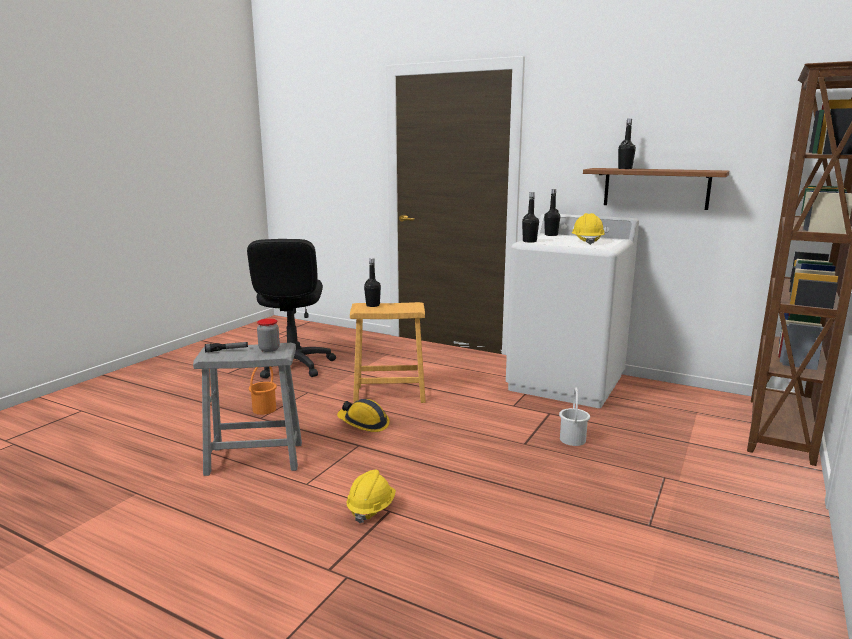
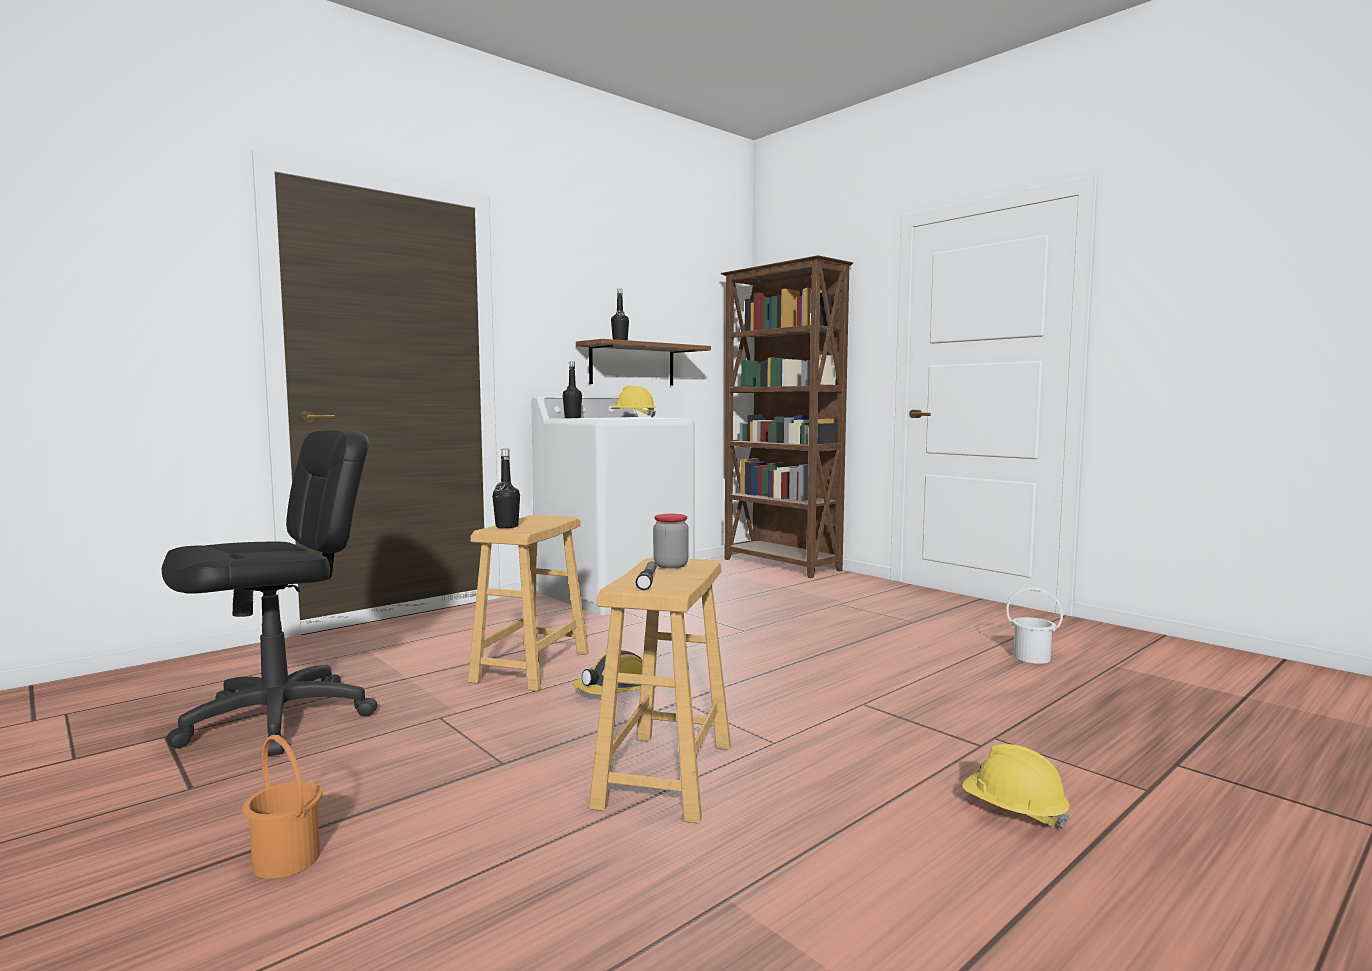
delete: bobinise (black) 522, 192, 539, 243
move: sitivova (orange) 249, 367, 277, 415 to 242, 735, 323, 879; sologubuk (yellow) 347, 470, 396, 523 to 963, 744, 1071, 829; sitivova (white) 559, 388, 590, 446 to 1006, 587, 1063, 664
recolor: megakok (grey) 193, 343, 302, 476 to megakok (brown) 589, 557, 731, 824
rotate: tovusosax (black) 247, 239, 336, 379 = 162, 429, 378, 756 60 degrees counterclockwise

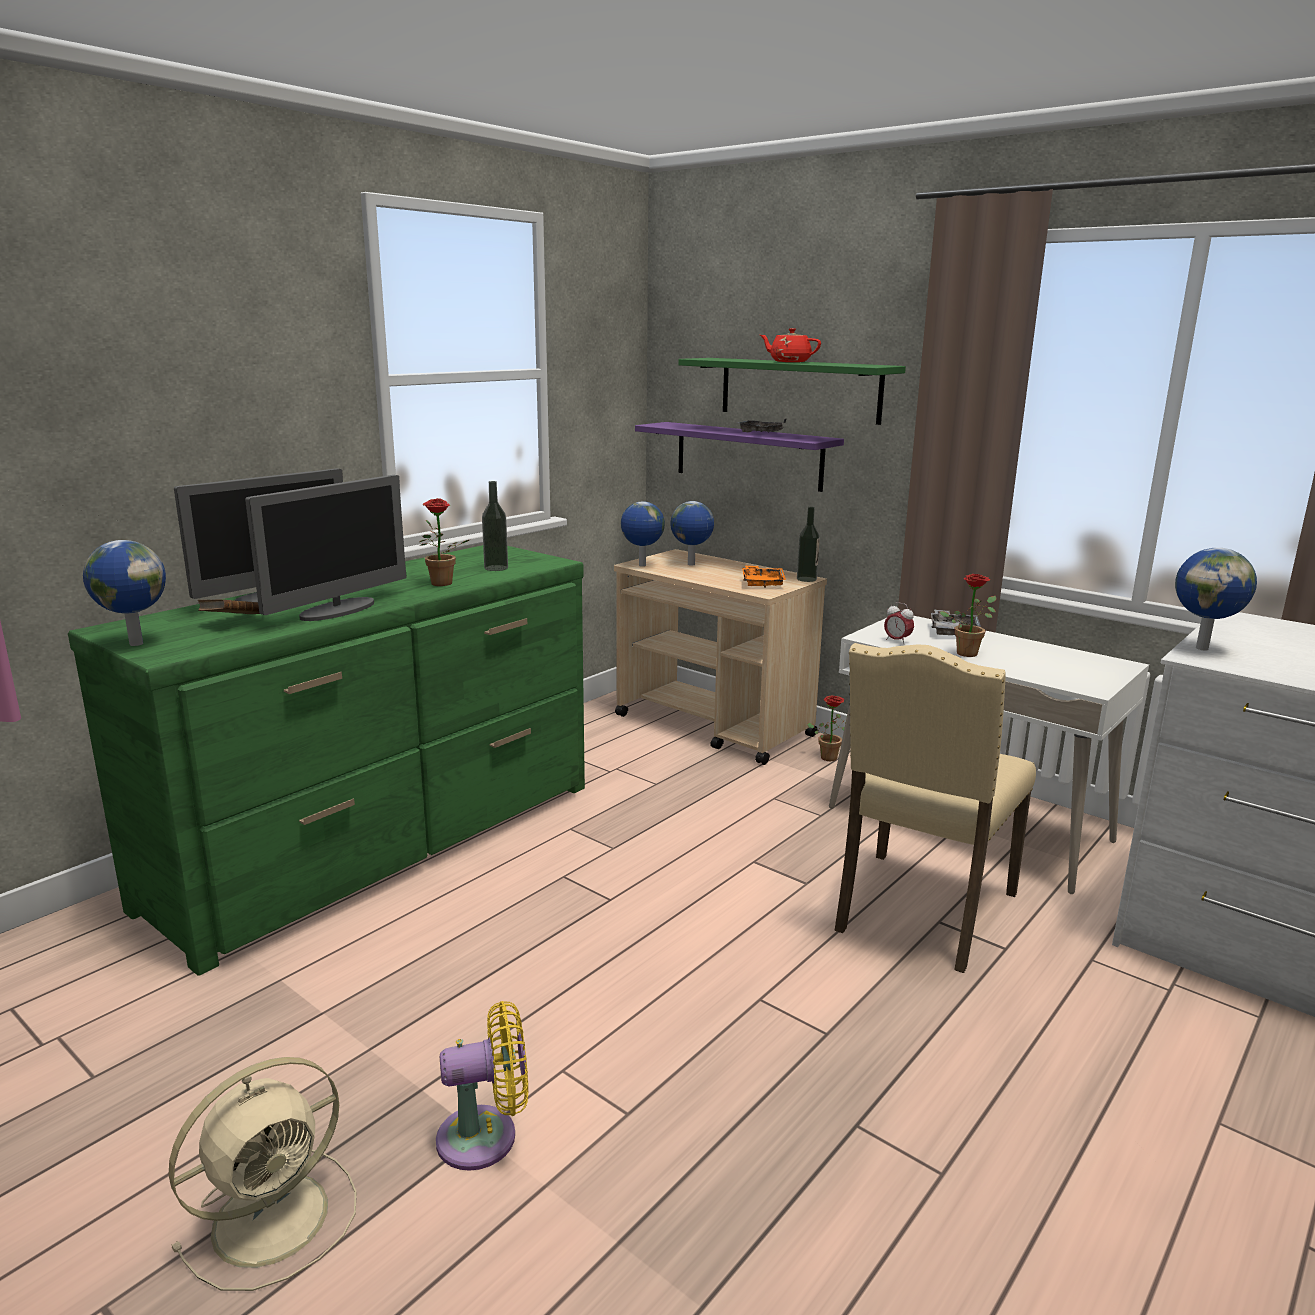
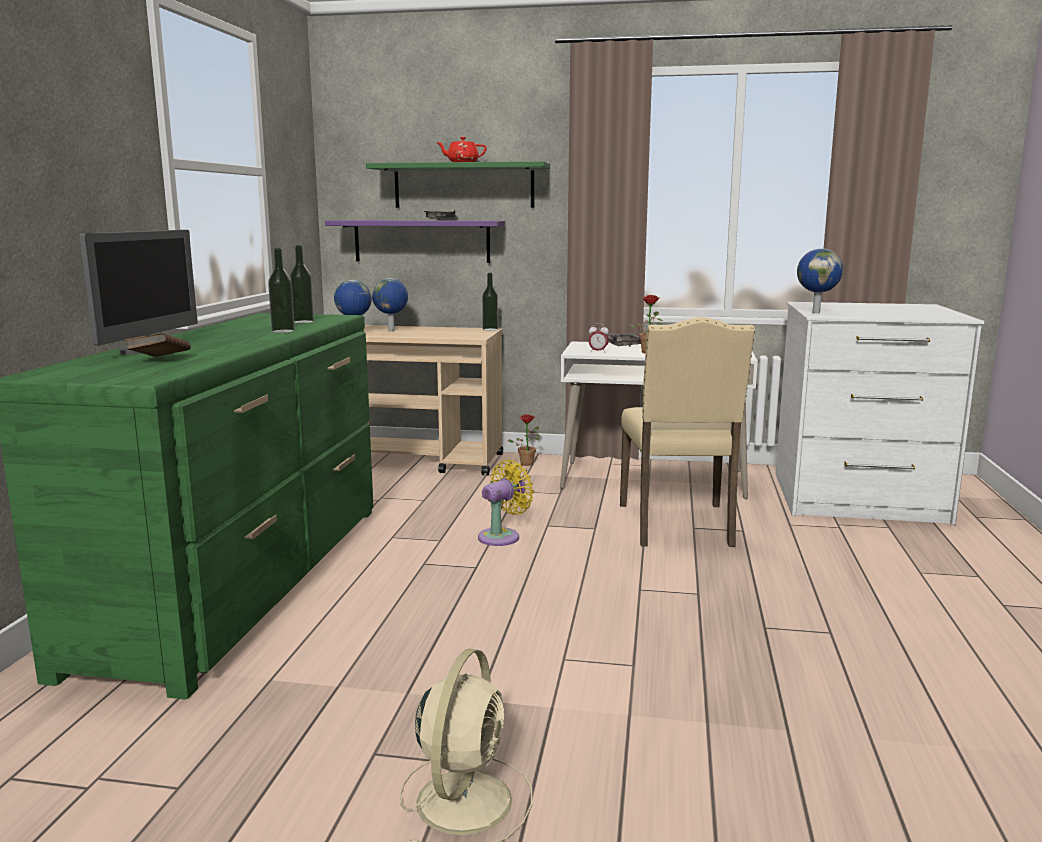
delete: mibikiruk 83, 540, 166, 646; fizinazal 245, 475, 406, 621; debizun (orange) 742, 565, 786, 588
move: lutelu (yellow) 436, 1001, 528, 1171 to 478, 459, 534, 546
replace: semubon 419, 498, 469, 586 to bobinise 268, 248, 295, 333

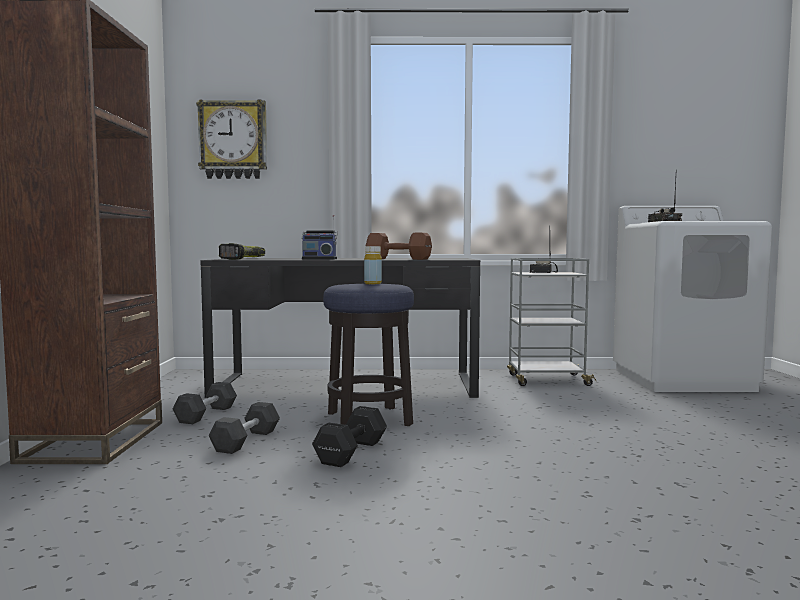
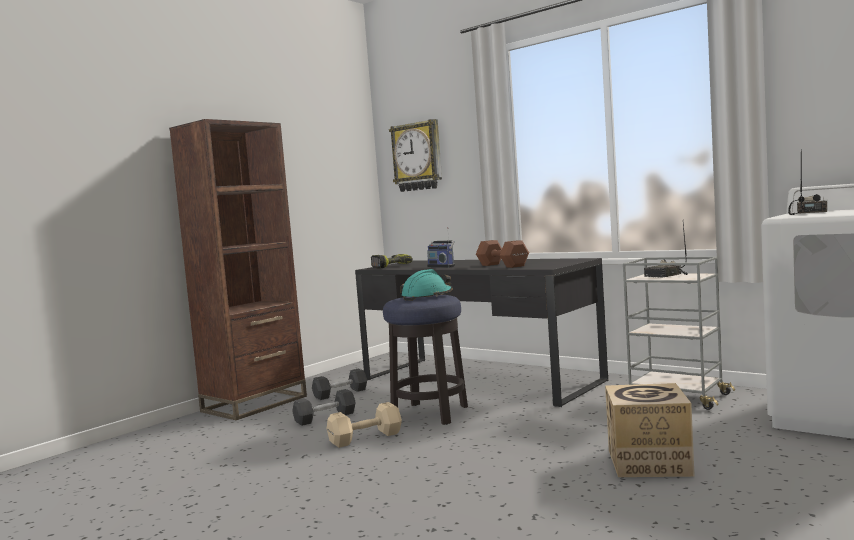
insert: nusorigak 605, 383, 695, 477
replace: bobinise (yellow) 364, 246, 382, 284 to sologubuk (turquoise) 400, 269, 453, 301
recolor: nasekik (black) 312, 406, 387, 467 to nasekik (beige) 327, 402, 402, 448

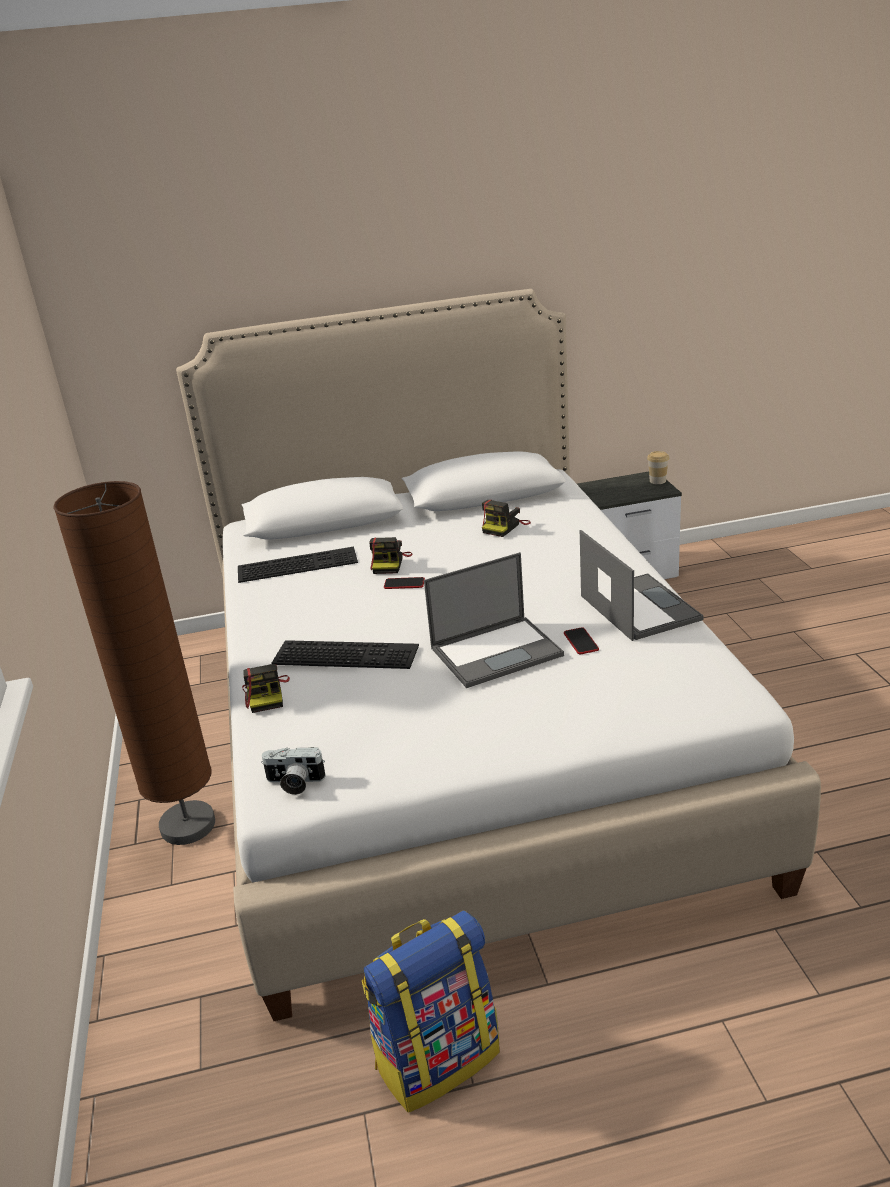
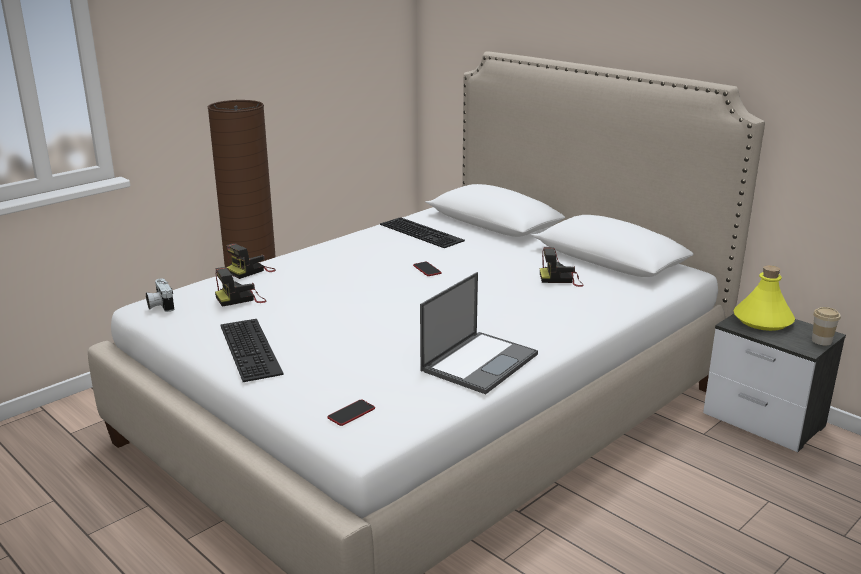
delete: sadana 362, 910, 500, 1113; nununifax 424, 552, 564, 688
insert: bobinise (yellow) 733, 265, 795, 331
move: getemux 271, 640, 419, 669 to 220, 319, 284, 382; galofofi 369, 537, 413, 574 to 215, 267, 266, 306; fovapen 564, 627, 599, 654 to 327, 400, 375, 426

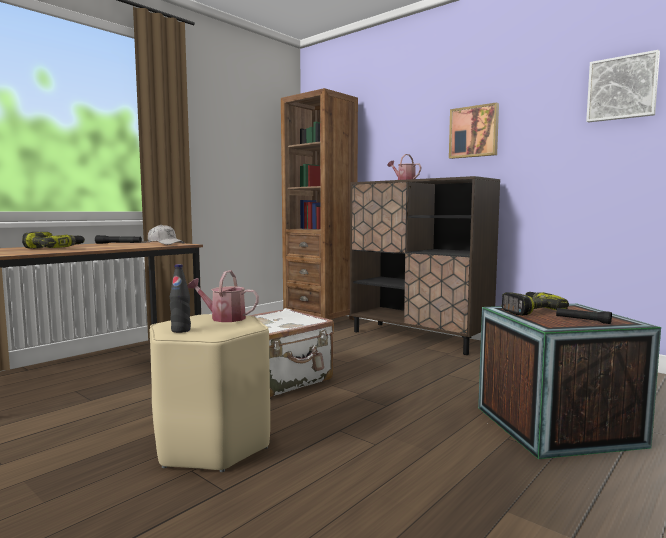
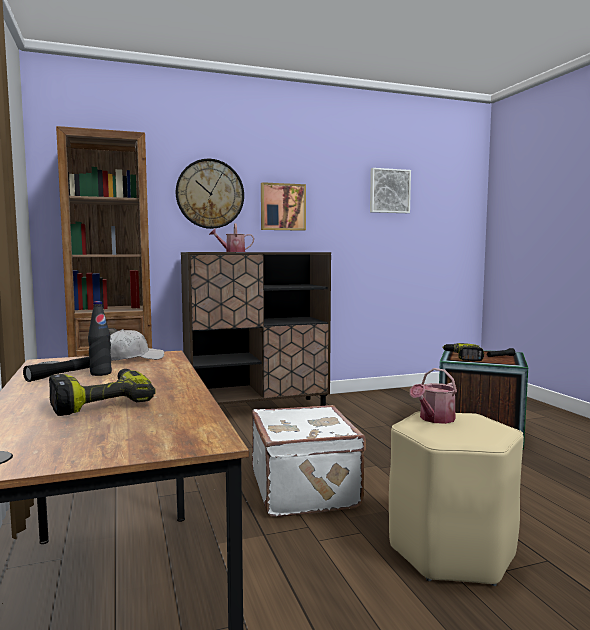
insert: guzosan 176, 159, 244, 229
move: bobinise (black) 170, 264, 191, 333 to 88, 301, 112, 376

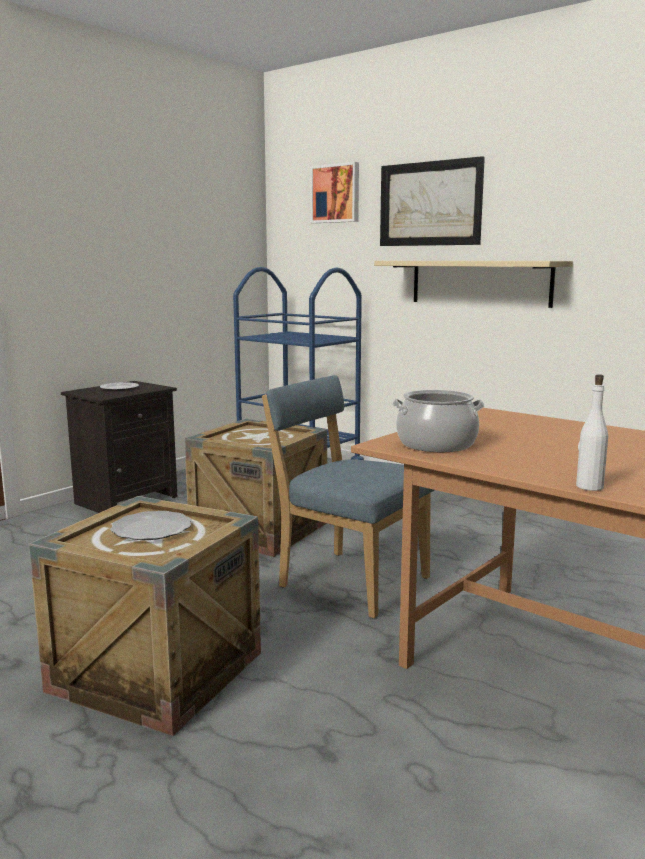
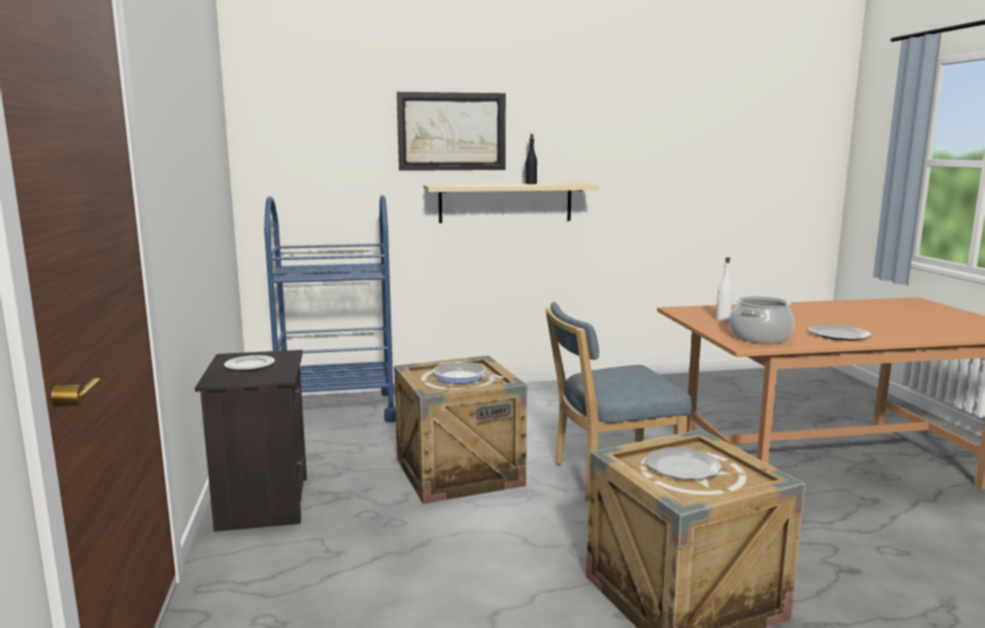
delete: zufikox 311, 162, 359, 223
insert: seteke 433, 362, 504, 384; bobinise (black) 526, 134, 537, 184; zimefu 808, 324, 872, 341
move: bobinise (white) 576, 374, 608, 491 to 716, 257, 733, 321

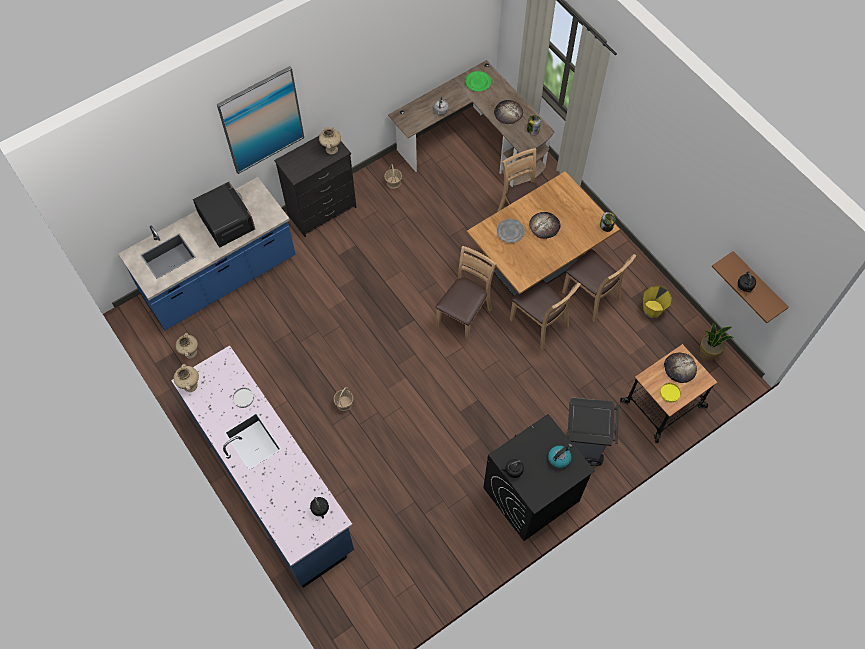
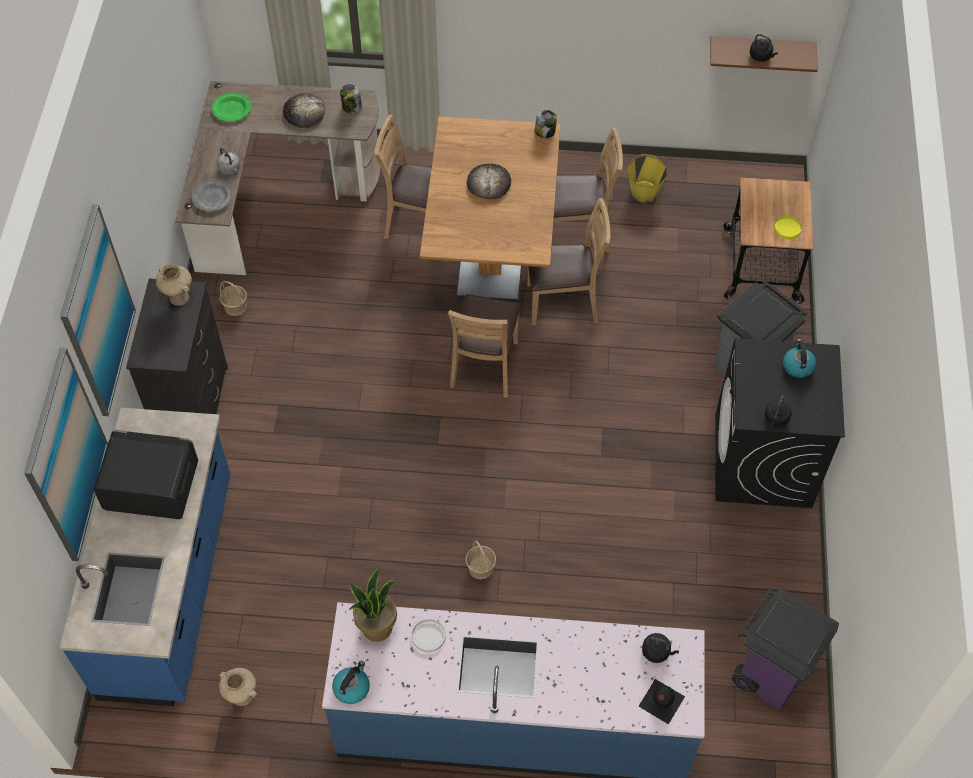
delete: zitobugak 664, 352, 697, 383
insert: zufikox 24, 347, 108, 561; bobinise (black) 638, 679, 685, 724; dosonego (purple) 732, 586, 839, 710
move: zimefu (grey) 496, 219, 525, 243 to 192, 179, 233, 211; semubon 699, 323, 734, 361 to 348, 567, 397, 642
replace: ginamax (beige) 174, 364, 199, 392 to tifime 332, 661, 370, 704
rotate: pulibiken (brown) 435, 246, 497, 343 = 448, 294, 521, 398 150 degrees counterclockwise

